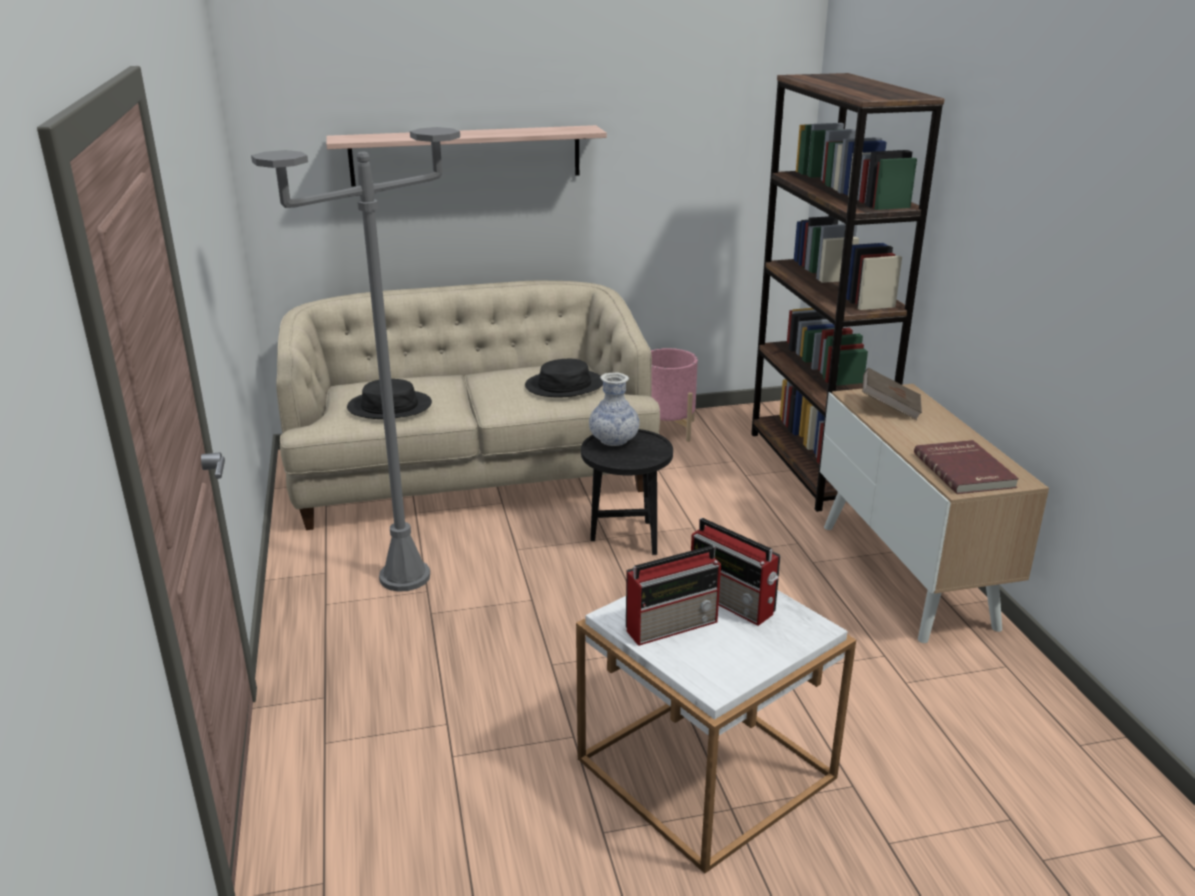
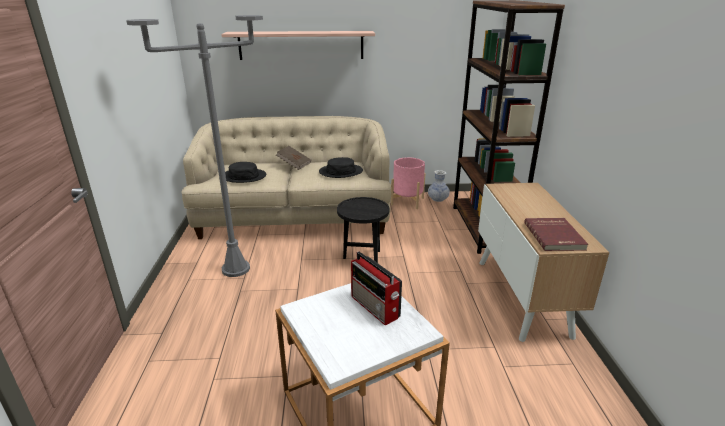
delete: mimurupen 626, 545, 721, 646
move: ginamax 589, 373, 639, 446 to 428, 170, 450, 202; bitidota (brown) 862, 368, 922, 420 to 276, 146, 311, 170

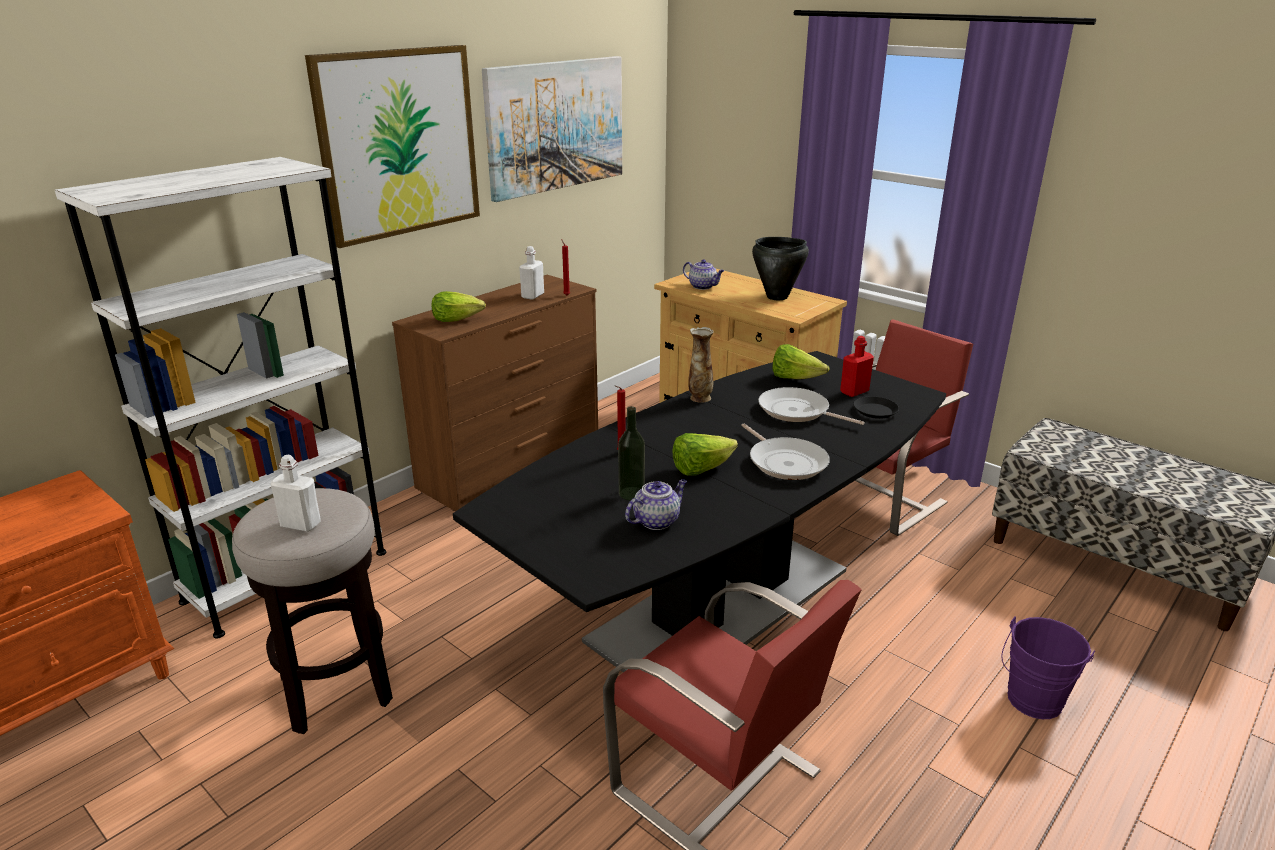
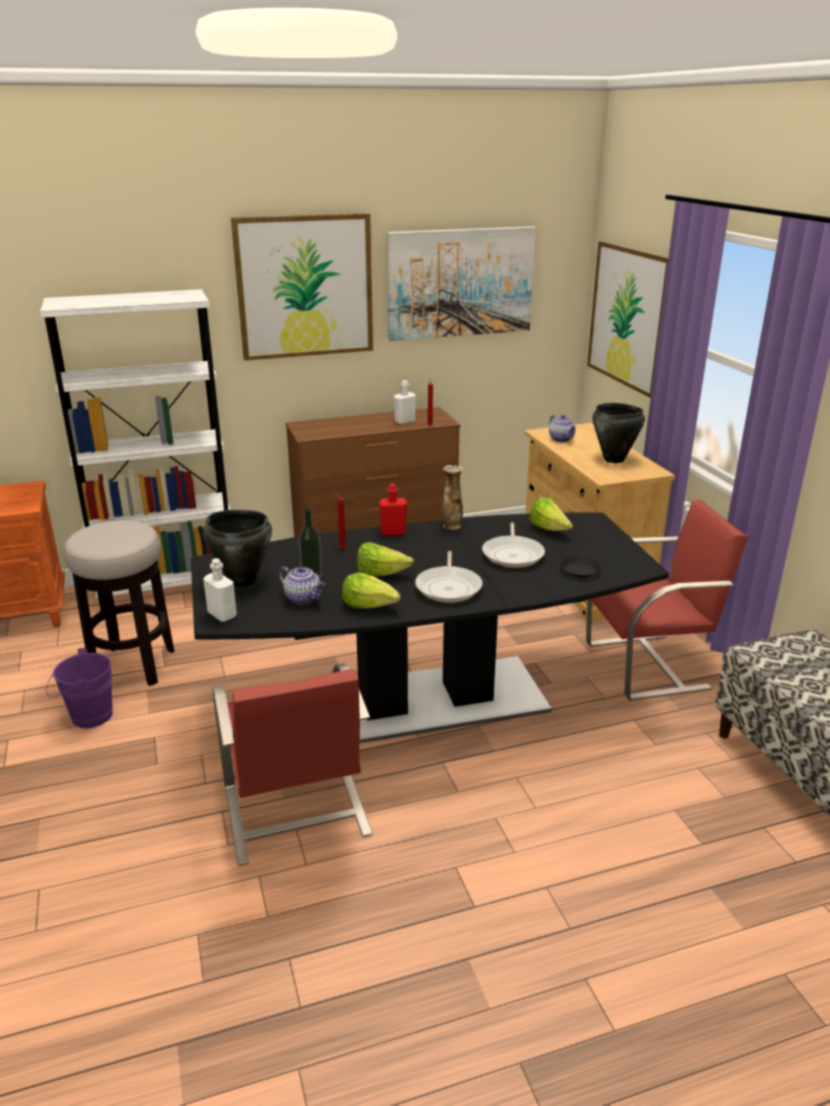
insert: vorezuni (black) 203, 510, 272, 588; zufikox 587, 241, 668, 398
move: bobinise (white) 271, 455, 321, 532 to 203, 558, 237, 622; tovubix 432, 291, 486, 322 to 342, 572, 401, 608; bobinise (red) 840, 336, 874, 397 to 379, 483, 407, 536; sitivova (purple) 1001, 616, 1095, 719 to 46, 648, 113, 728
rotate: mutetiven 625, 479, 687, 530 = 279, 566, 325, 605 45 degrees clockwise; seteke 758, 387, 865, 425 = 482, 522, 545, 568 150 degrees counterclockwise

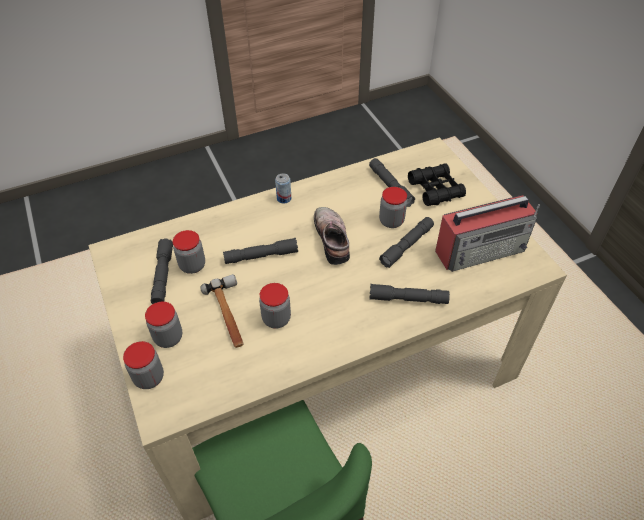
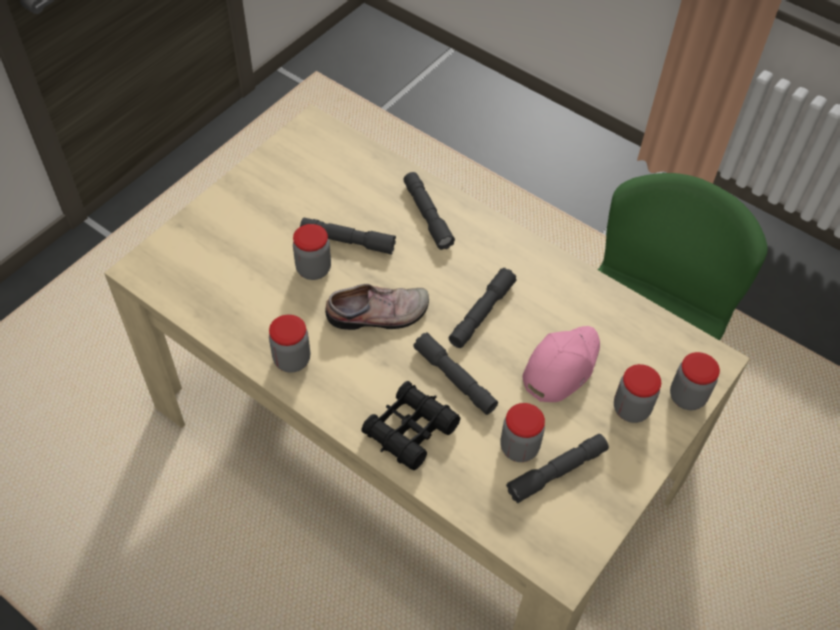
delete: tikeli 275, 173, 291, 204; mimurupen 435, 195, 540, 272
move: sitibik 259, 283, 291, 329 to 269, 315, 310, 373; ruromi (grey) 369, 158, 415, 207 to 449, 268, 516, 348; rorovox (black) 408, 163, 466, 206 to 361, 381, 460, 470
replace: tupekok 200, 274, 244, 348 to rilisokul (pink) 523, 326, 600, 402
rotate: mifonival 314, 207, 350, 265 = 325, 284, 429, 330 150 degrees counterclockwise

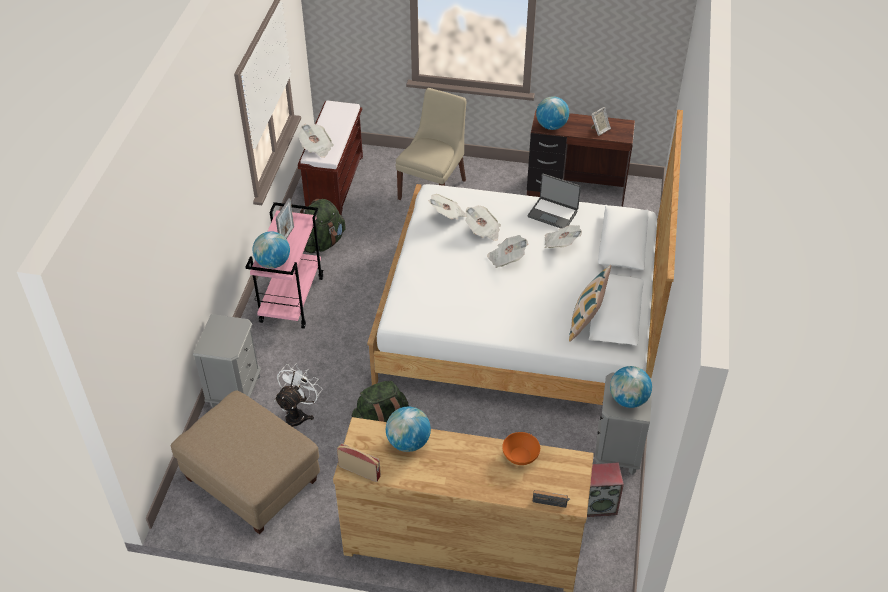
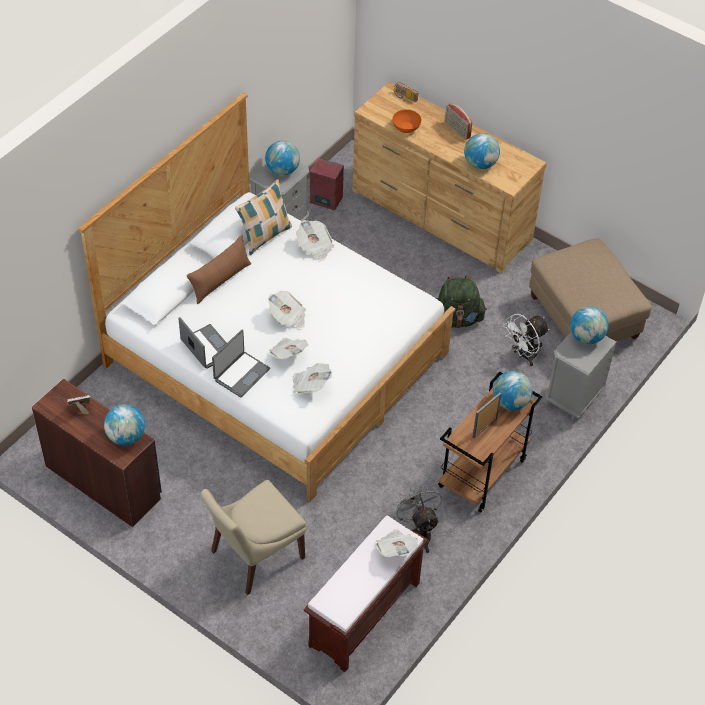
insert: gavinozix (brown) 187, 235, 251, 304; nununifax 212, 330, 270, 397; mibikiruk 570, 306, 609, 344
move: mimurupen 337, 444, 381, 482 to 445, 103, 472, 140; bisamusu 545, 225, 582, 248 to 296, 220, 334, 261
replace: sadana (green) 300, 199, 346, 253 to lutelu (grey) 393, 483, 442, 553
recolor: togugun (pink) 245, 202, 323, 329 to togugun (brown) 438, 372, 543, 513

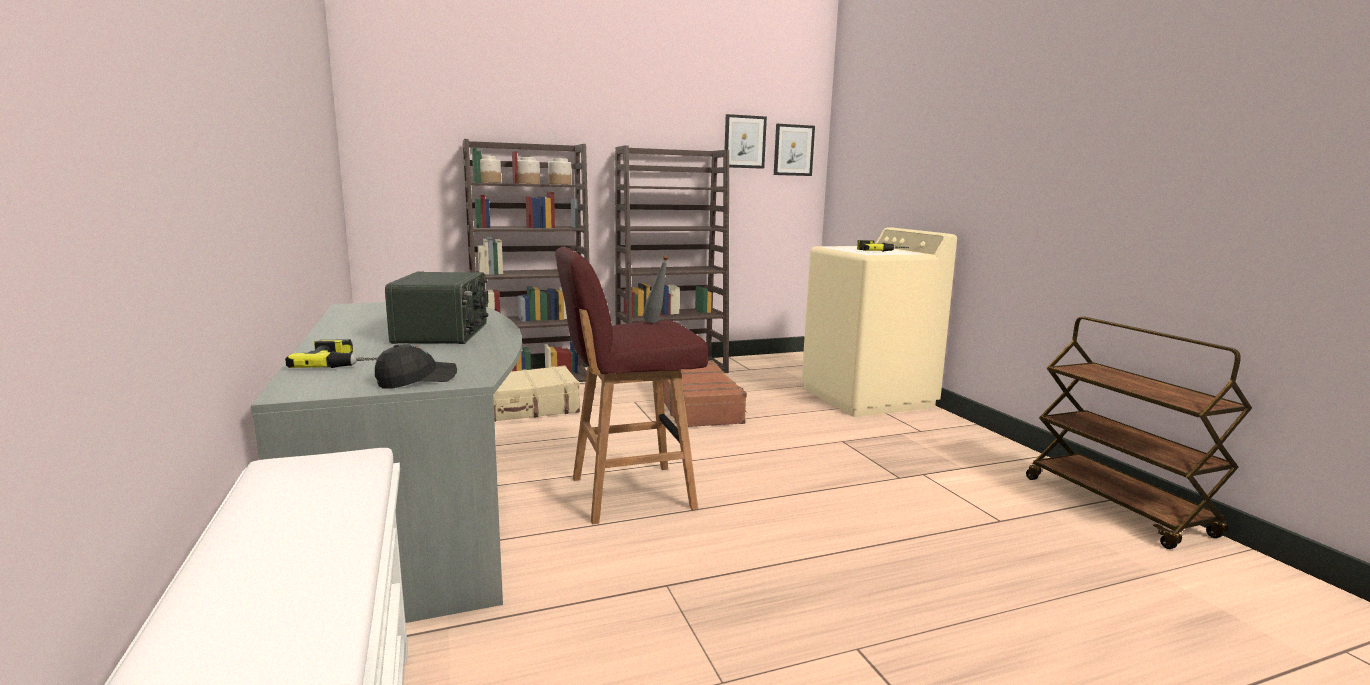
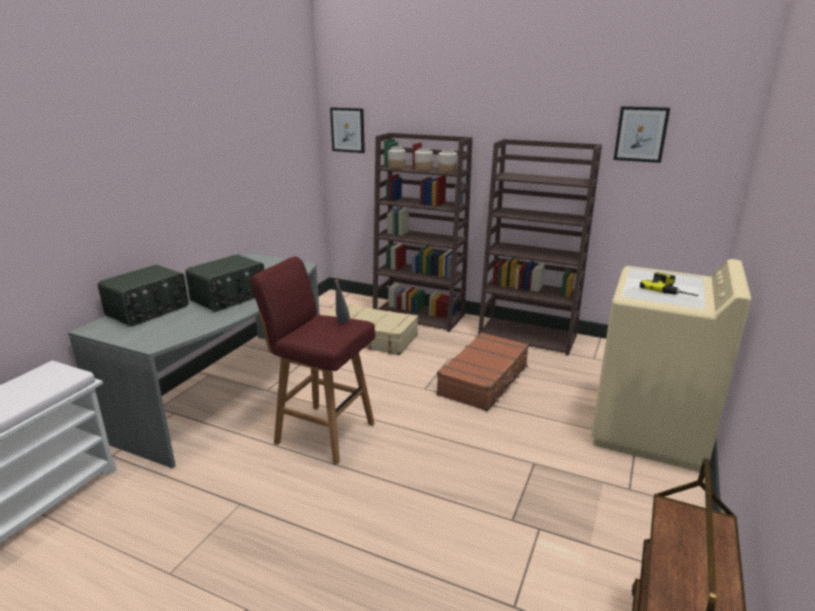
delete: rilisokul (black) 375, 344, 457, 388
move: zufikox 774, 124, 815, 176 to 330, 107, 365, 153
replace: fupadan 285, 339, 377, 368 to mimurupen 98, 265, 189, 327

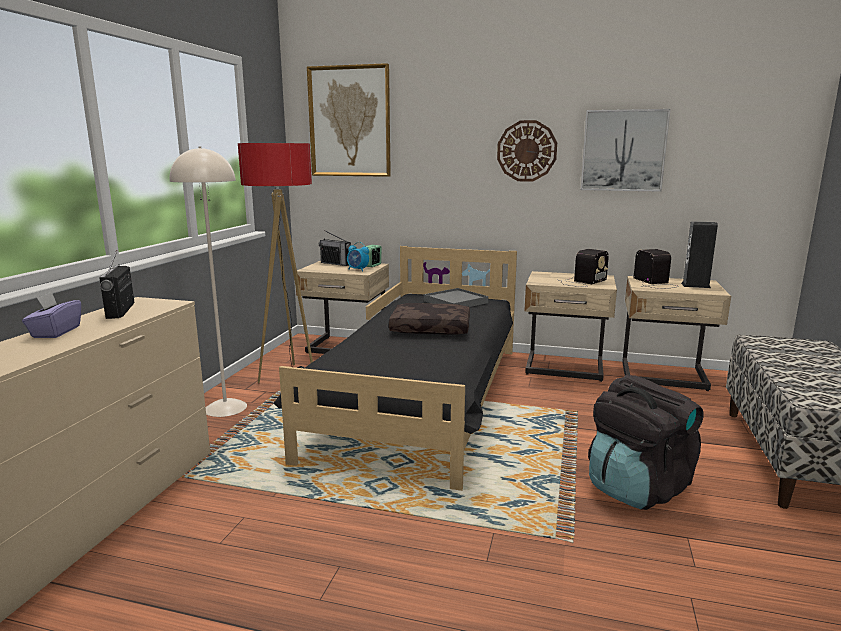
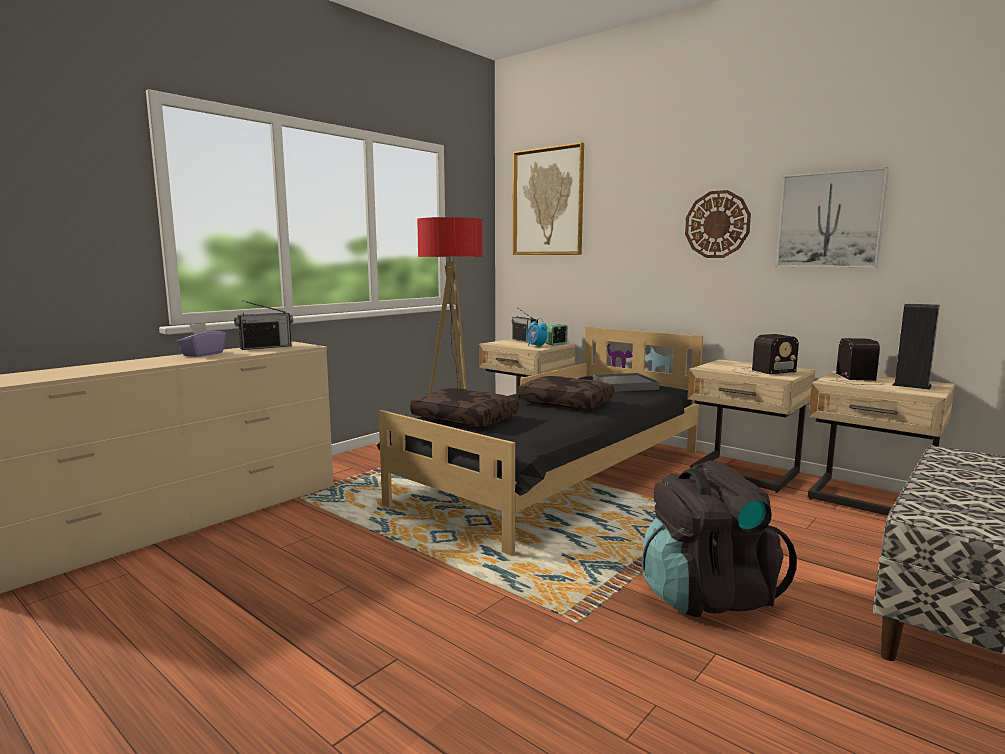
delete: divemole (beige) 170, 147, 247, 417
insert: gavinozix (brown) 410, 388, 519, 427
rotate: mimurupen 99, 250, 135, 319 = 234, 300, 293, 350 135 degrees counterclockwise

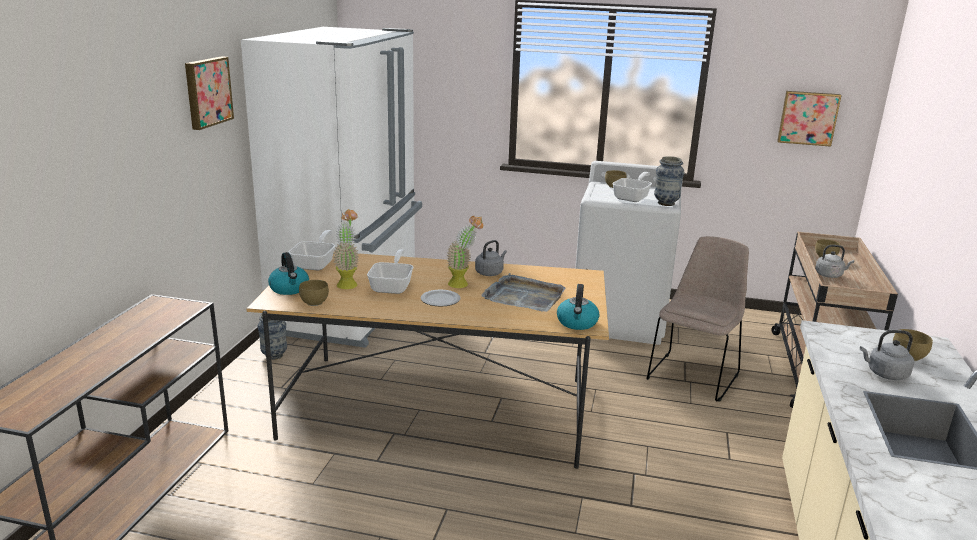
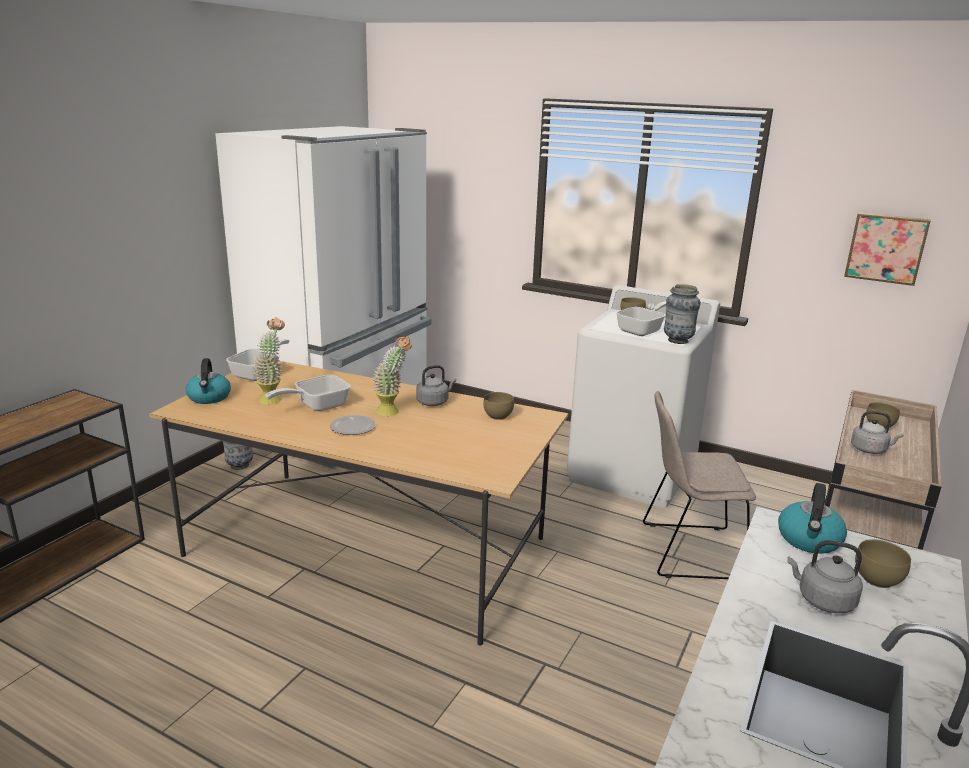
delete: zufikox 185, 56, 234, 130; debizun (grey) 481, 273, 566, 312
move: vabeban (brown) 299, 280, 329, 306 to 483, 392, 514, 420; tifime 557, 284, 599, 330 to 778, 483, 847, 554
rotate: seteke 367, 249, 413, 294 = 265, 375, 351, 411 150 degrees counterclockwise; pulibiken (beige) 646, 236, 749, 402 = 643, 391, 756, 579 135 degrees counterclockwise

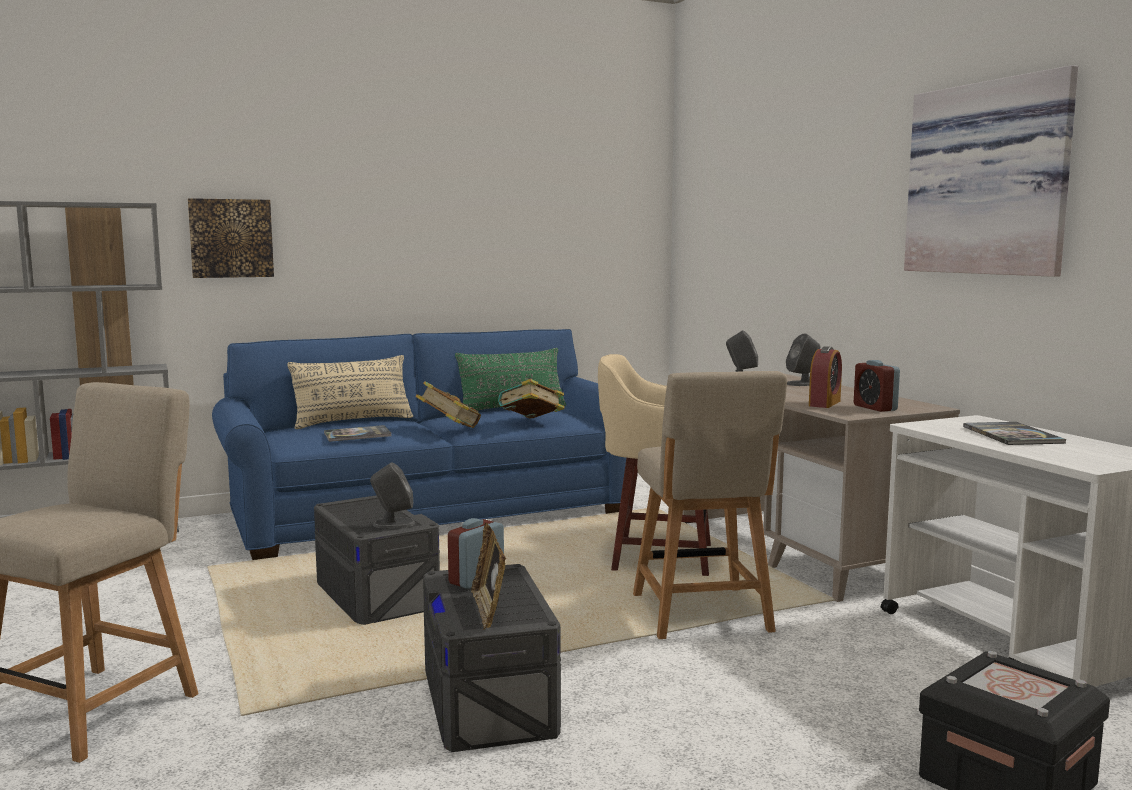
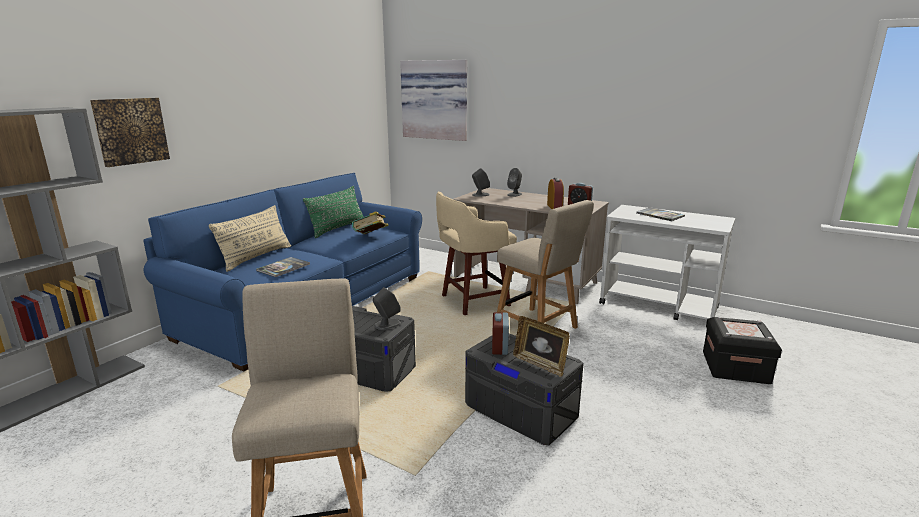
delete: bitidota 415, 381, 481, 428
move: zufikox 904, 65, 1078, 277 to 400, 60, 467, 141

